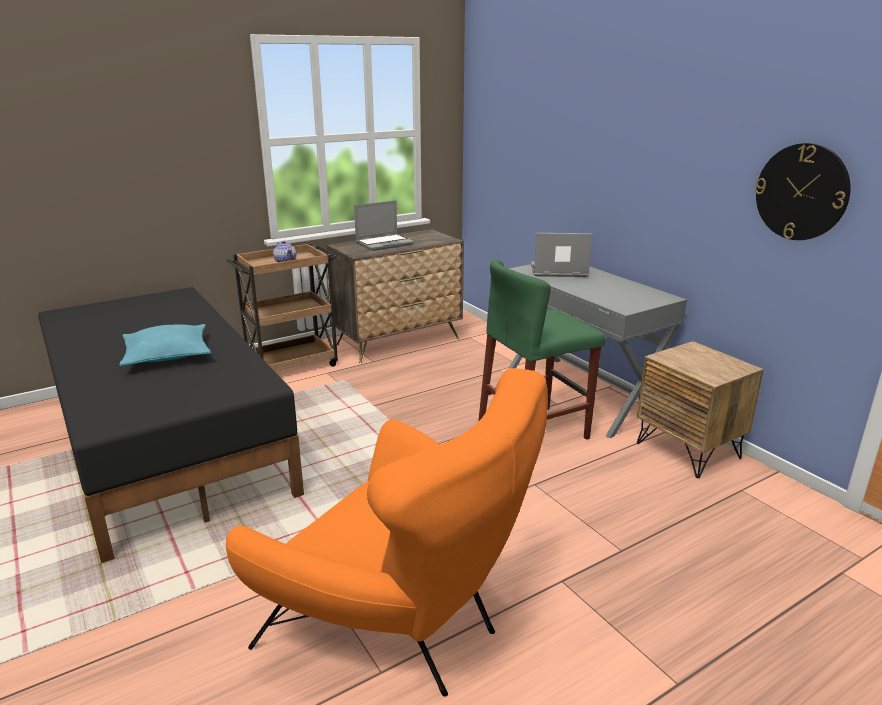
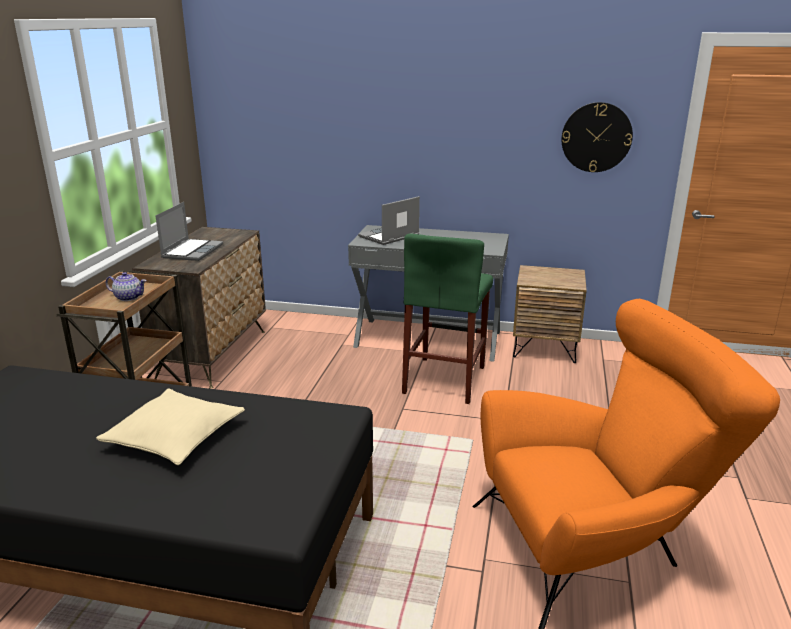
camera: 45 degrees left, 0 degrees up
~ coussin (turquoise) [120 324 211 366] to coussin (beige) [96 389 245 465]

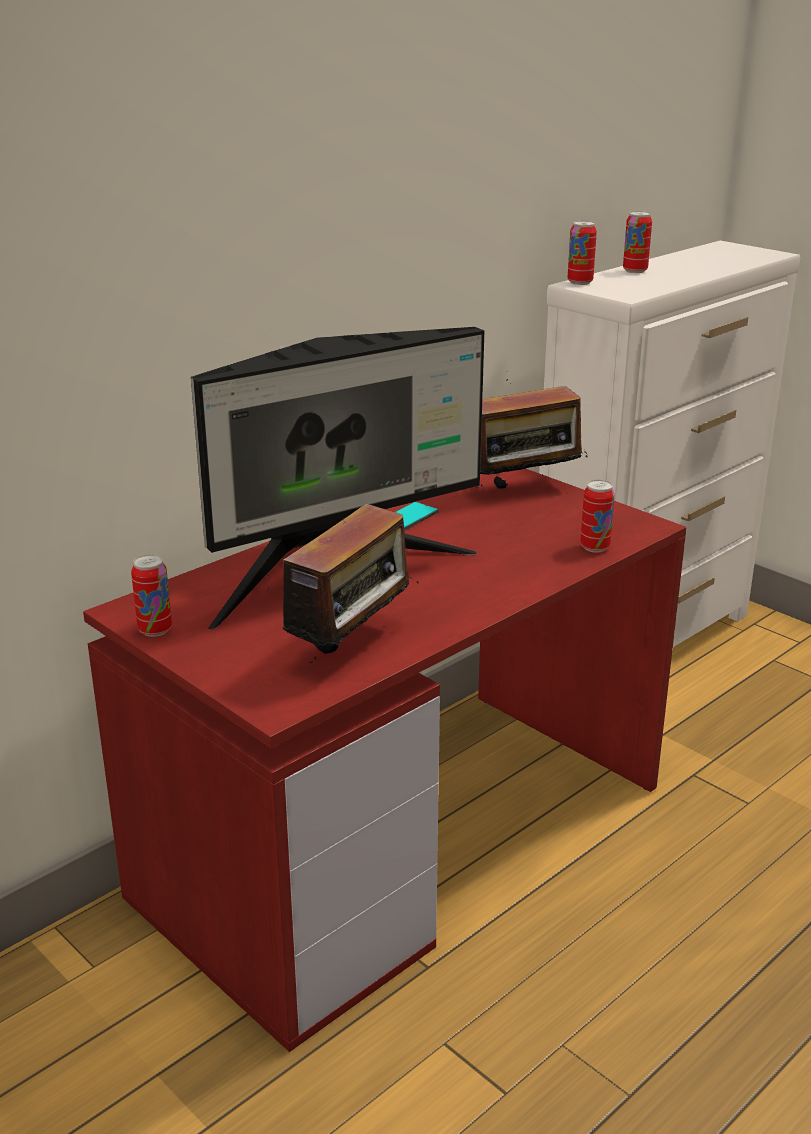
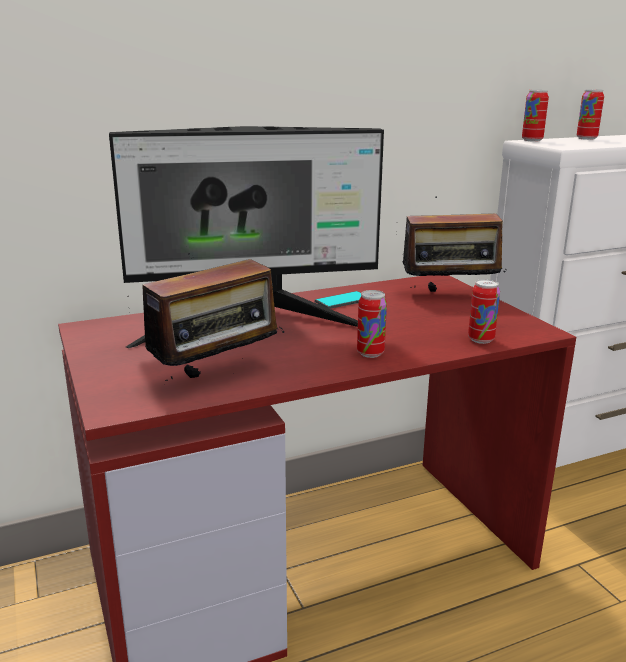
camera: 20 degrees right, 5 degrees down
~ boîte métallique [131 554 172 637] to [357 290 387 358]

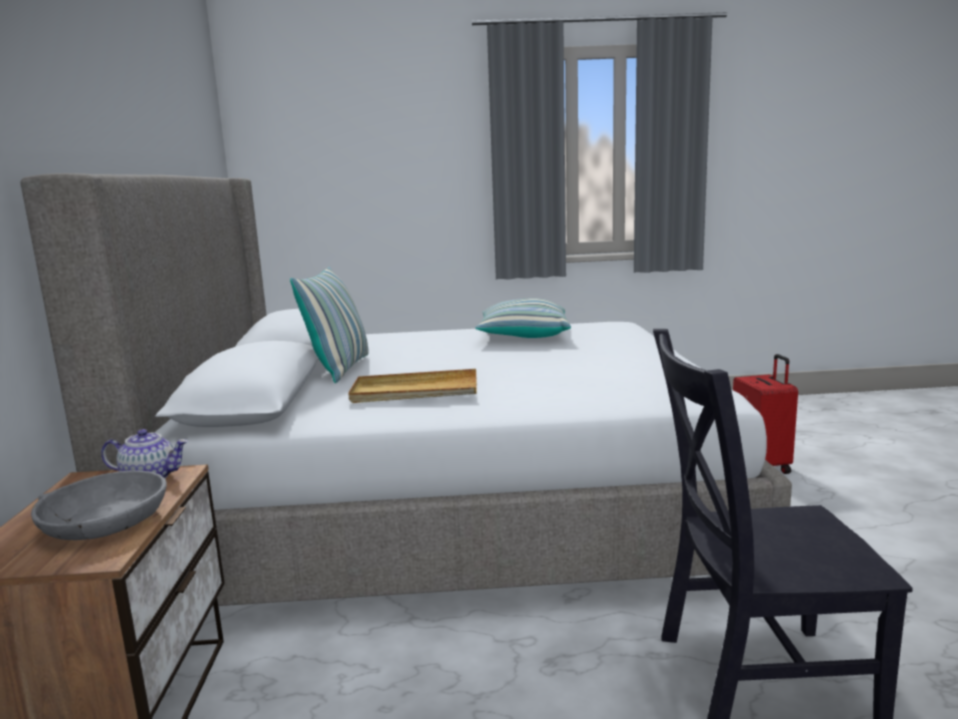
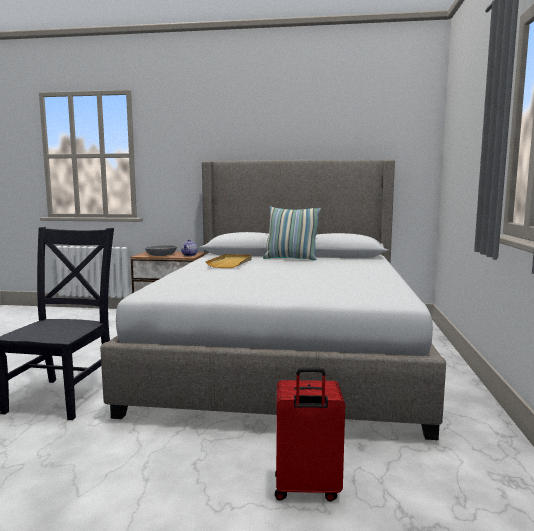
camera: 100 degrees right, 5 degrees down
- coussin [475 298 571 338]

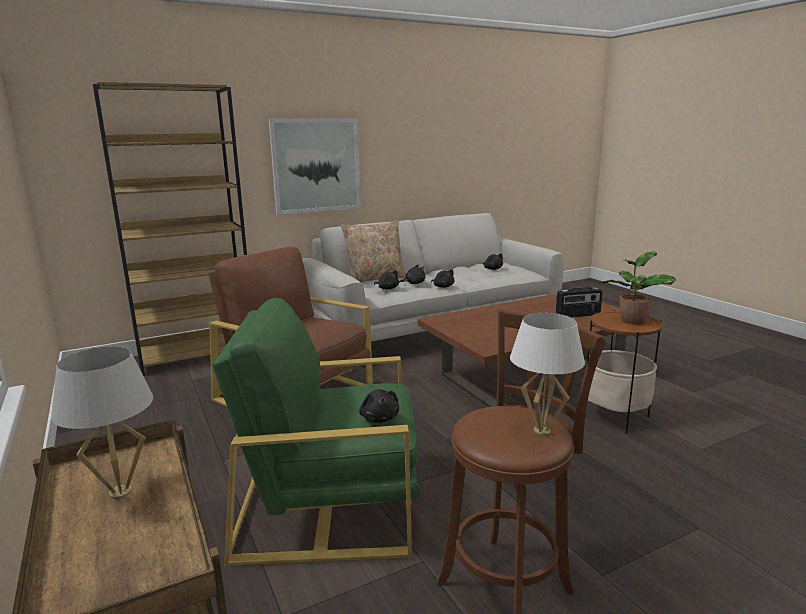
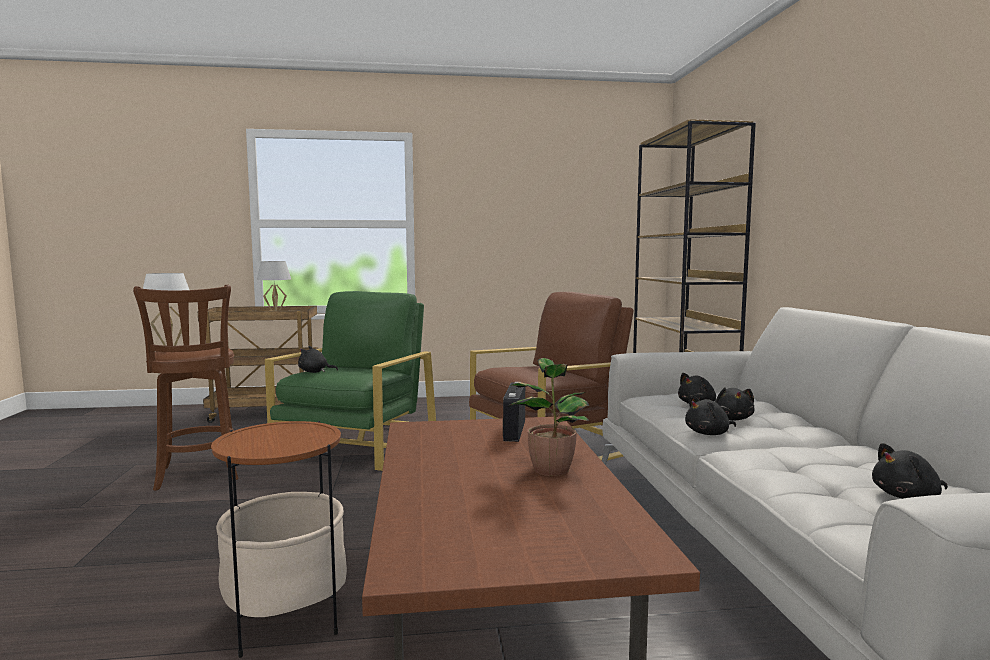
camera: 110 degrees right, 10 degrees down
- tableau [269 119 361 215]
- coussin (beige) [341 220 406 282]
~ radio [556 287 603 317] to [503 382 525 442]
~ plante en pot [601 252 676 325] to [508 358 589 476]

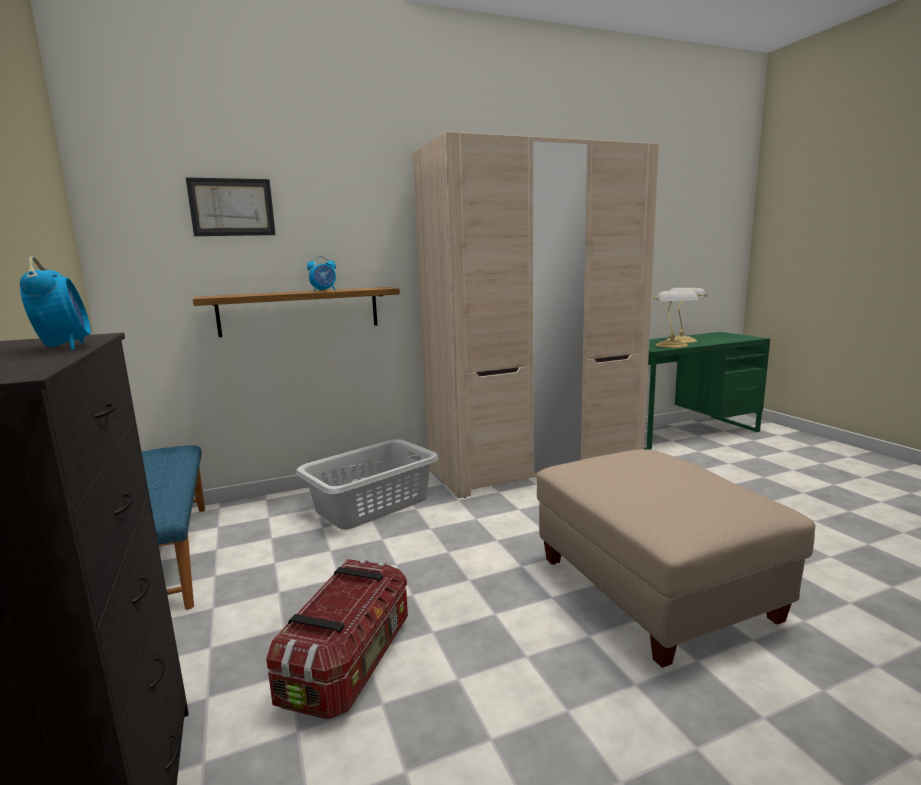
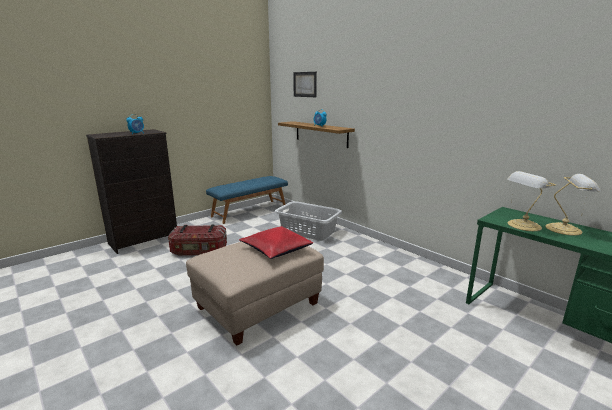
camera: 70 degrees right, 5 degrees up
- armoire (beige) [413 132 659 498]
+ coussin (rouge) [239 226 313 259]

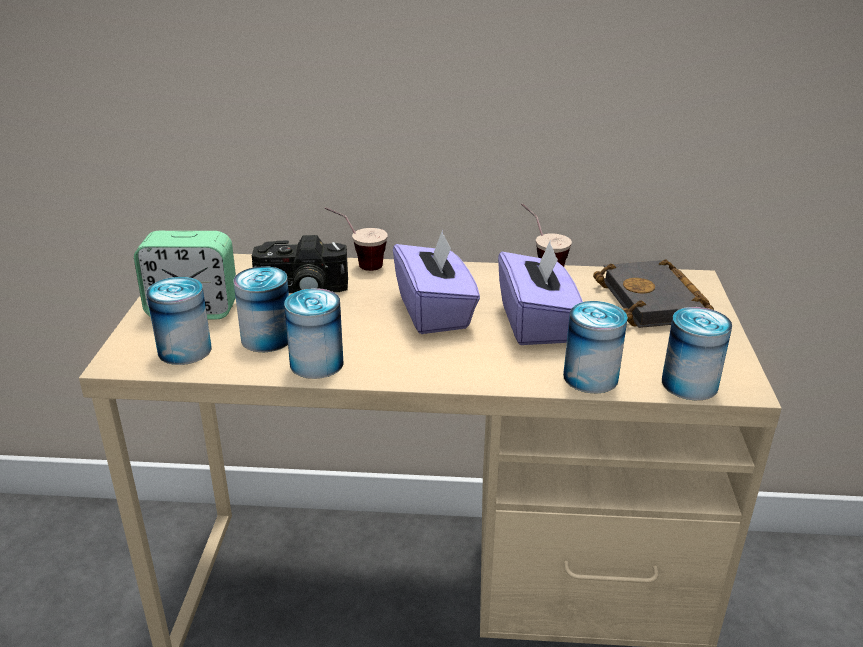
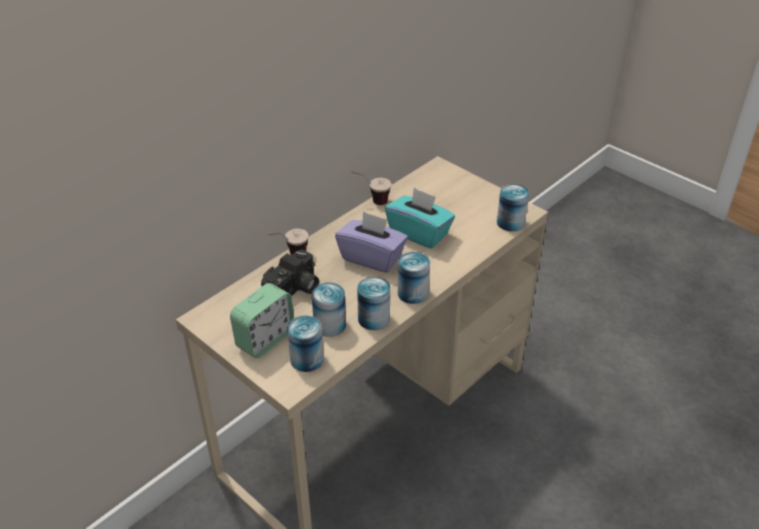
camera: 50 degrees left, 10 degrees up
- livre (noir) [593 259 714 328]
~ boîte métallique [563 301 628 393] to [398 252 430 304]
~ boîte à mouchoirs (violet) [498 240 583 345] to boîte à mouchoirs (turquoise) [385 188 455 249]

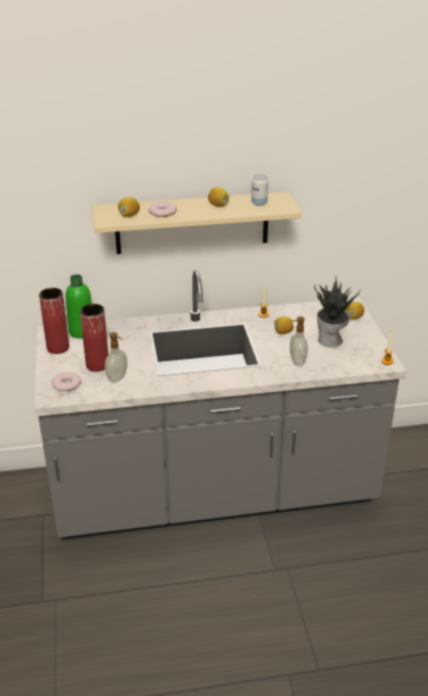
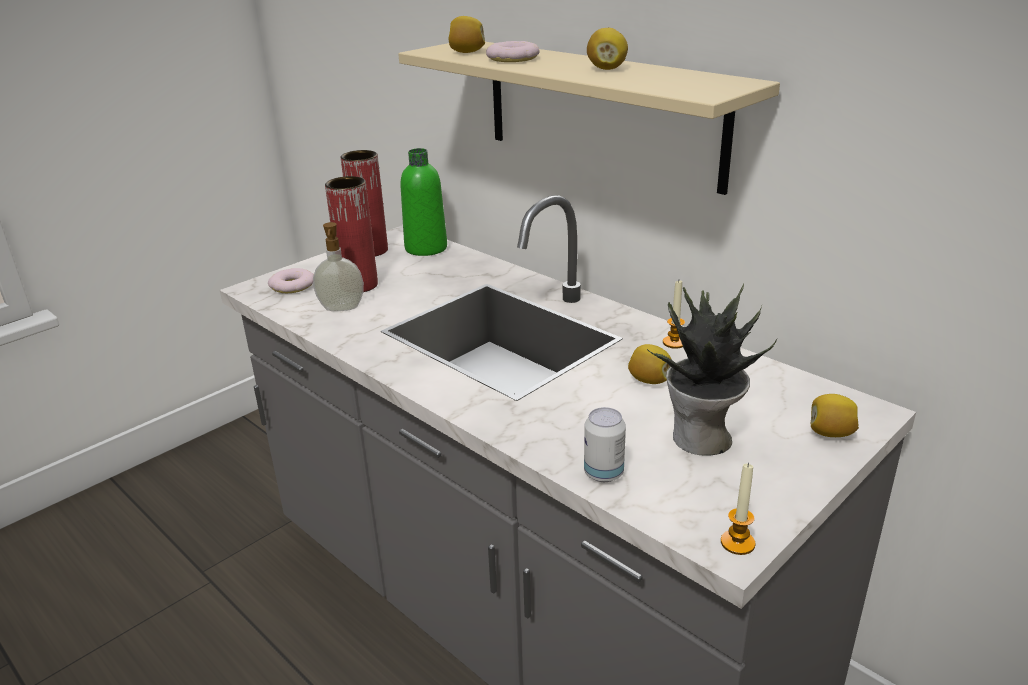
camera: 55 degrees right, 5 degrees down
- distributeur de savon [290 317 308 366]
~ boîte métallique [251 175 268 206] to [584 407 626 482]

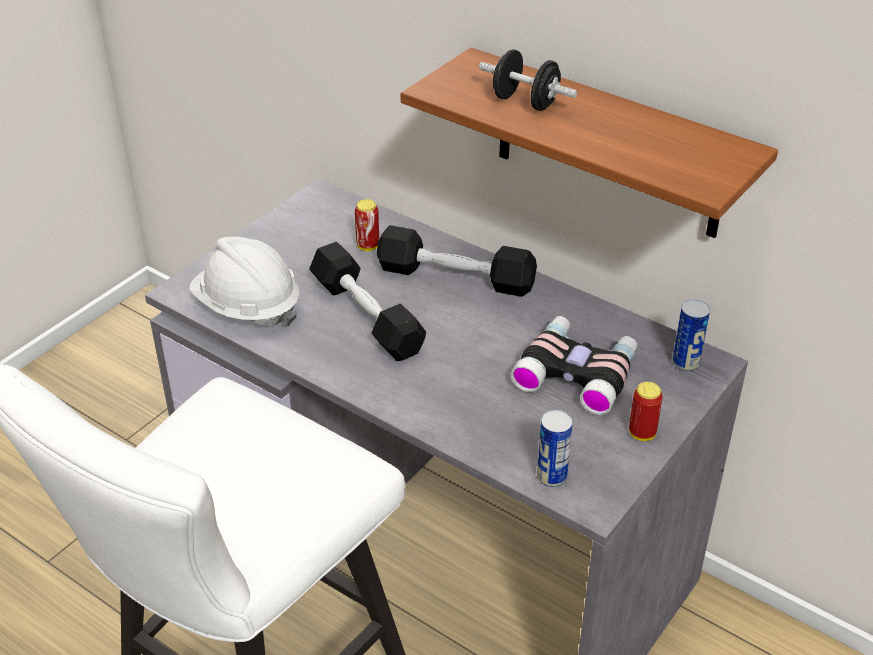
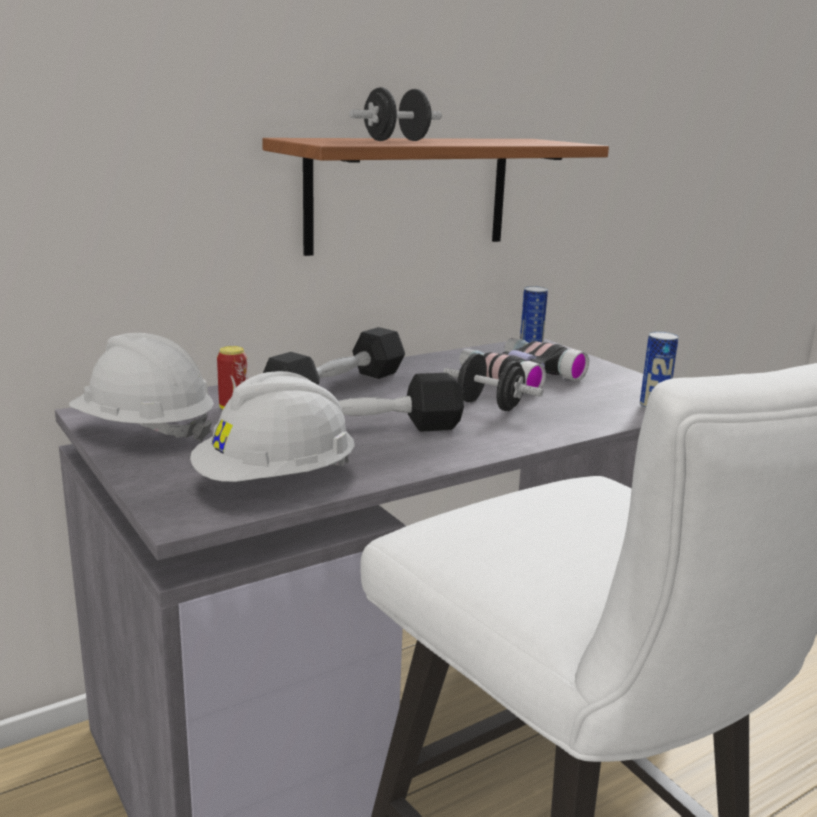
camera: 70 degrees left, 20 degrees down
- boîte métallique [629 382 663 441]
+ casque de chantier (blanc) [69 333 214 442]
+ haltère (noir) [443 353 543 411]

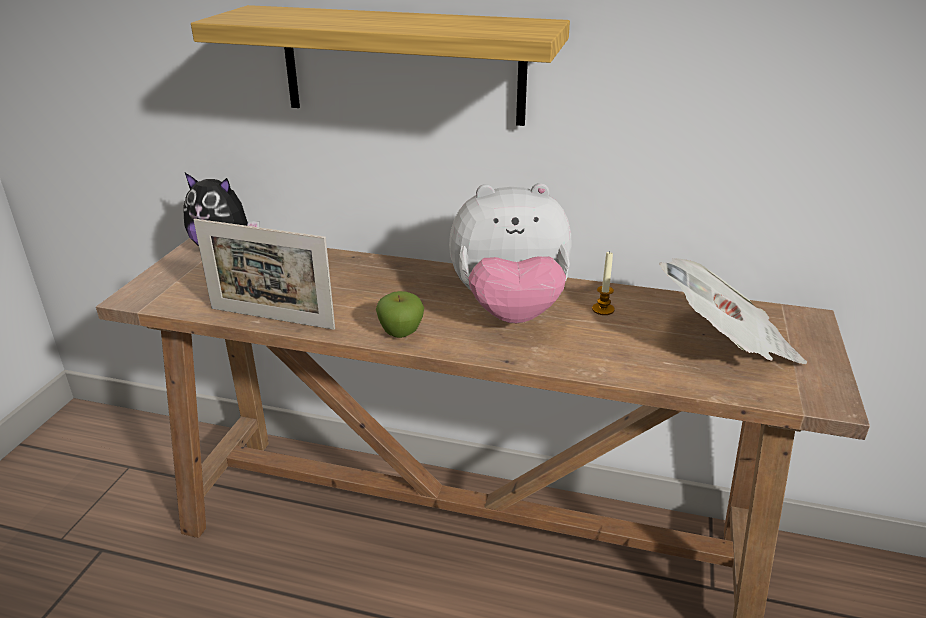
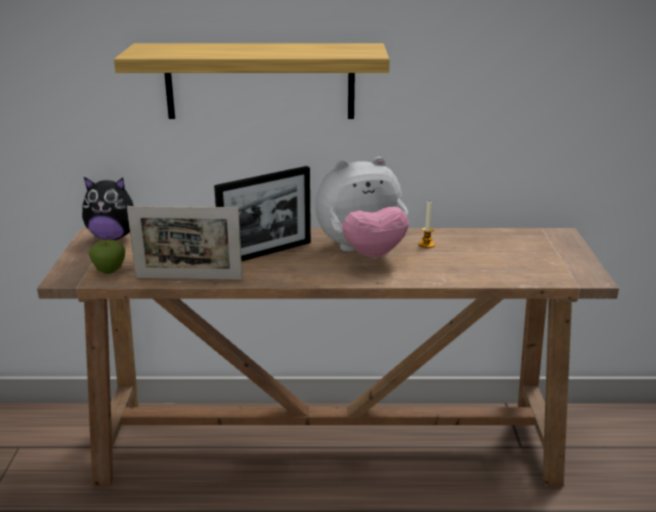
camera: 15 degrees left, 5 degrees down
- journal [659 258 807 364]
+ cadre photo [214 166 311 261]
~ pomme [376 291 424 338] to [89 240 125 274]

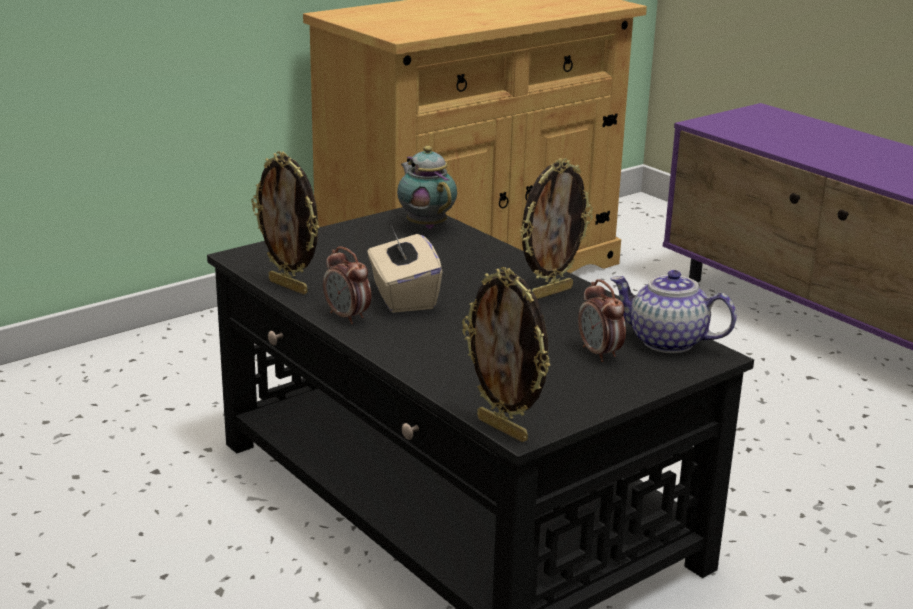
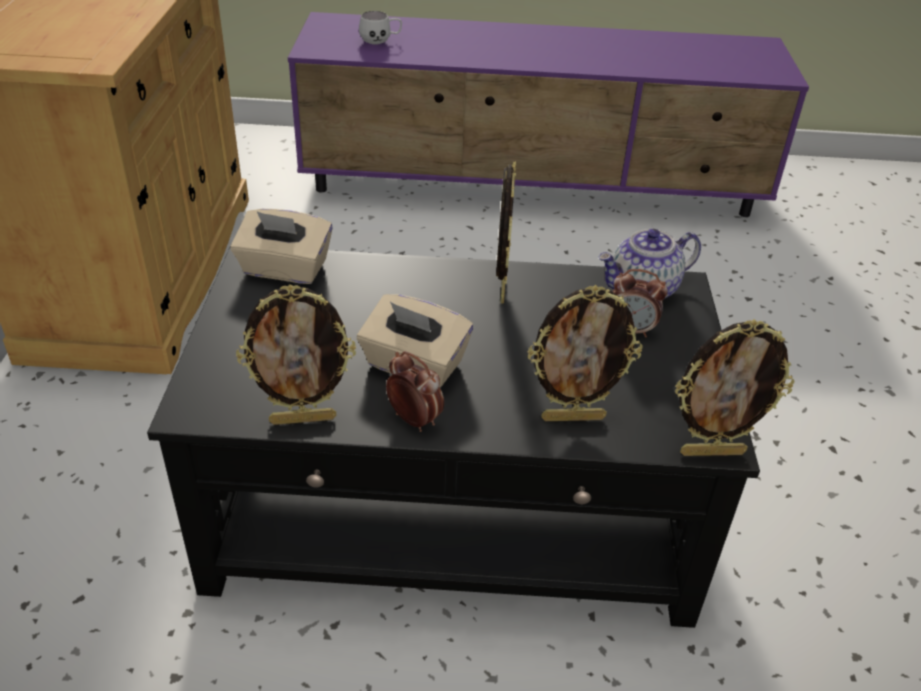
camera: 50 degrees left, 15 degrees up
+ mug (blanc) [359 11 402 45]
+ cadre photo [528 285 643 421]
~ théière [397 146 457 229] to boîte à mouchoirs (beige) [230 209 333 284]
~ réveil [323 247 371 324] = [386 351 444 432] 135 degrees counterclockwise

